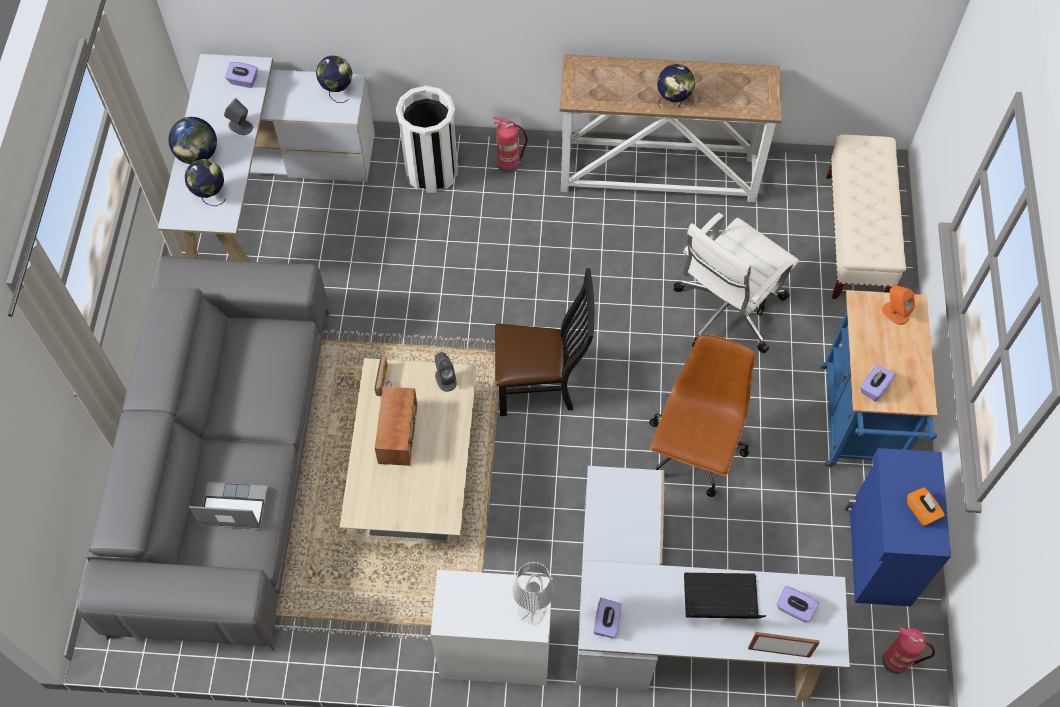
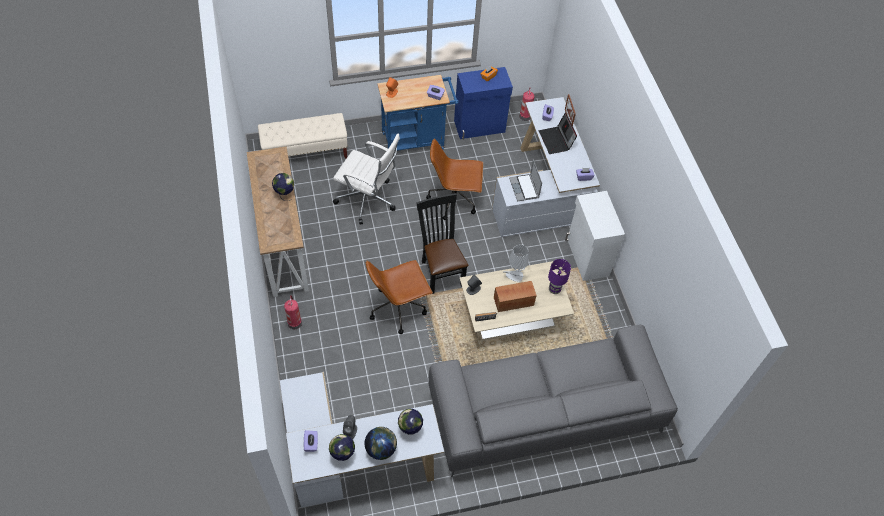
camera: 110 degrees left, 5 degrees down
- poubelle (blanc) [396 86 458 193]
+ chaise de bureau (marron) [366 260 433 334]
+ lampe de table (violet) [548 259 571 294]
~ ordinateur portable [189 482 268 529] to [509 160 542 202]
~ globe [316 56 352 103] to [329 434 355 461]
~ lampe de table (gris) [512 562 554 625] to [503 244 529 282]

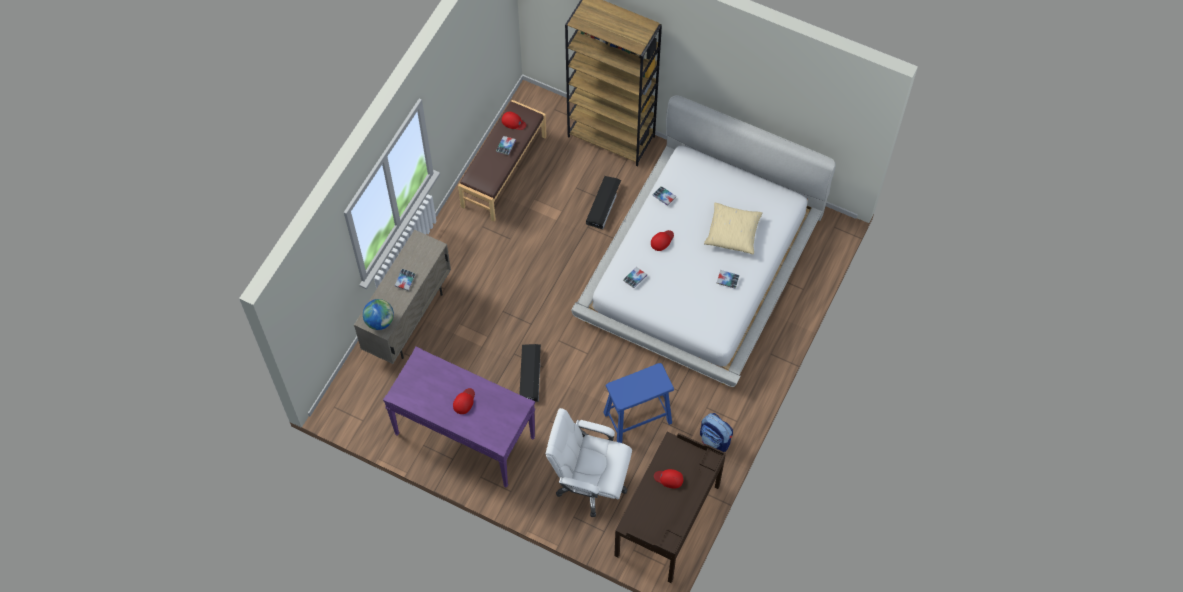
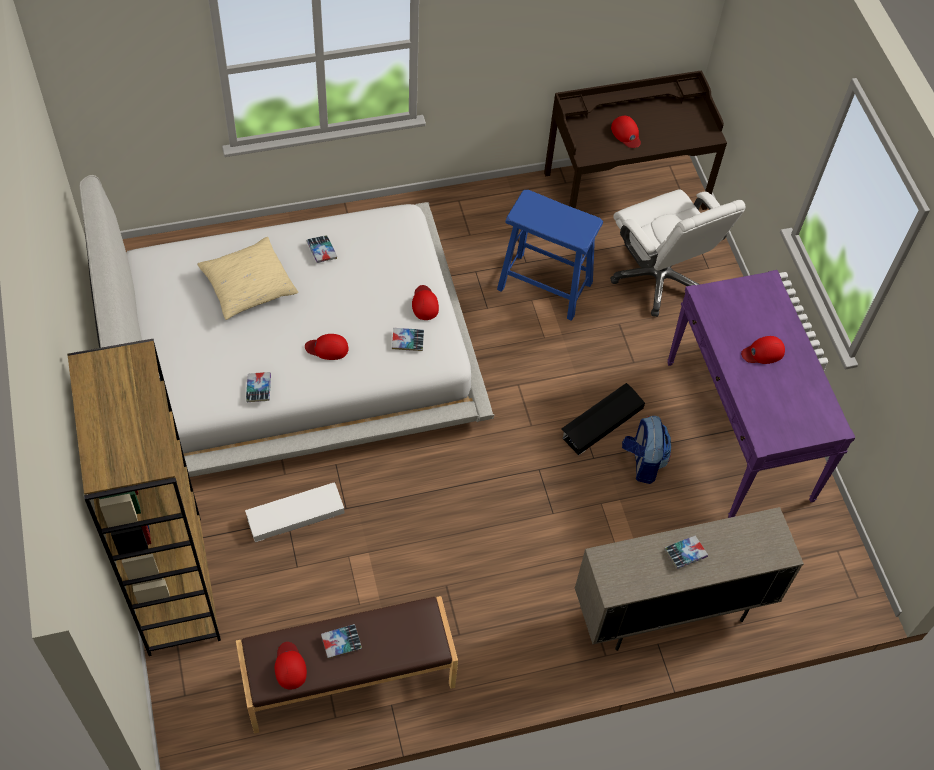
camera: 135 degrees left, 5 degrees down
- globe [363 299 394 330]
+ casquette (rouge) [412 285 439 320]
~ sac à dos [700 413 733 452] to [622 416 671 484]
~ boîte de rangement (noir) [586 176 621 230] to boîte de rangement (blanc) [245 482 345 542]

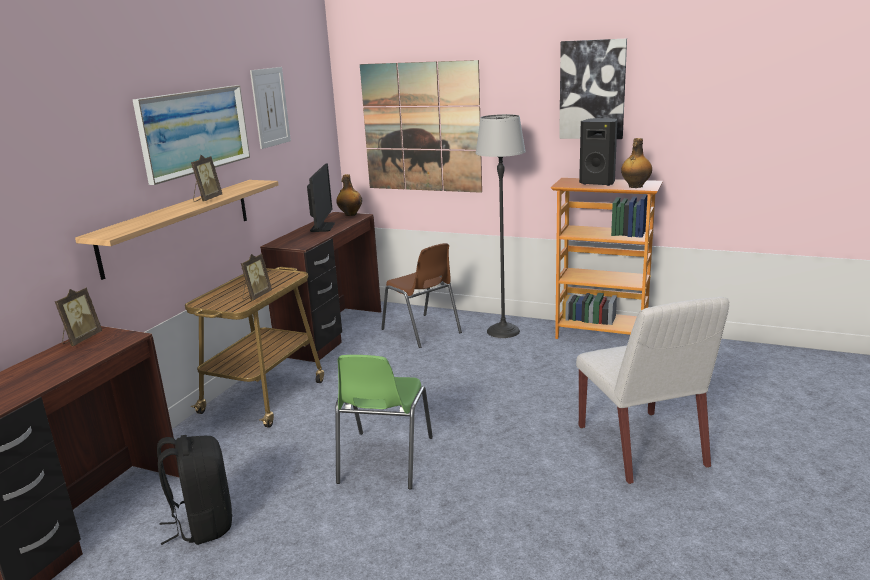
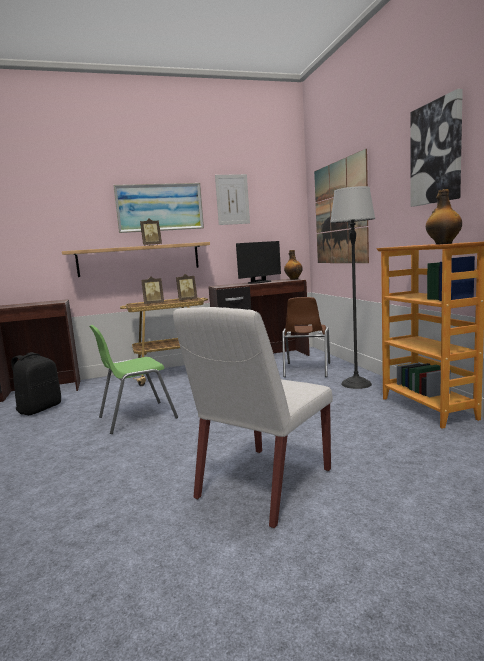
camera: 50 degrees right, 10 degrees down
- enceinte (noir) [579 118 617 186]
~ cadre photo [55 288 102 346] to [176 274 197 301]

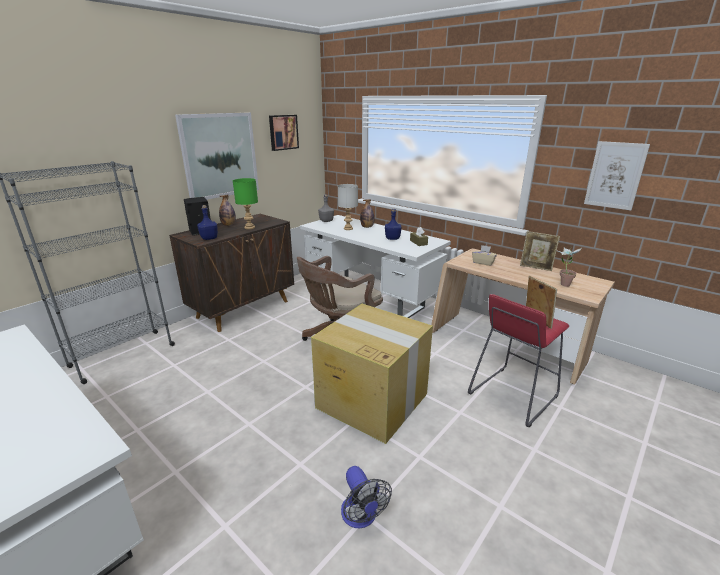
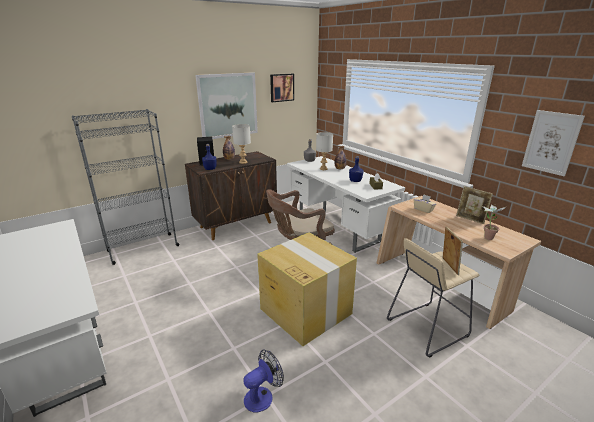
camera: 15 degrees right, 0 degrees up
~ lampe de table (vert) [233 178 258 229] to lampe de table (gris) [232 124 251 164]
~ tabouret (rouge) [468 294 569 428] to tabouret (beige) [387 238 479 358]
~ ventilateur [341 466 392 528] = [243 350 284 412] 120 degrees counterclockwise

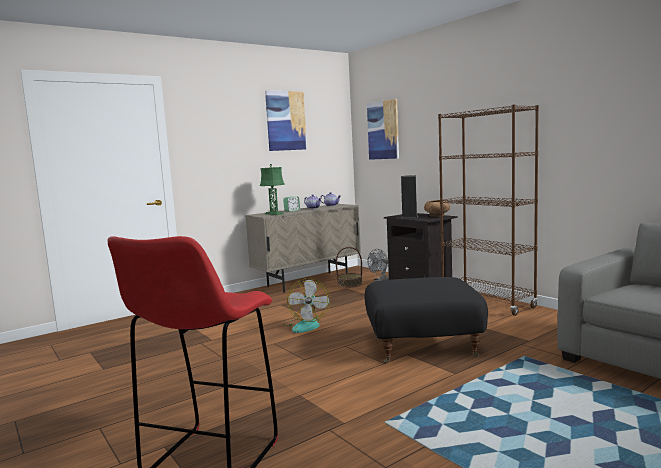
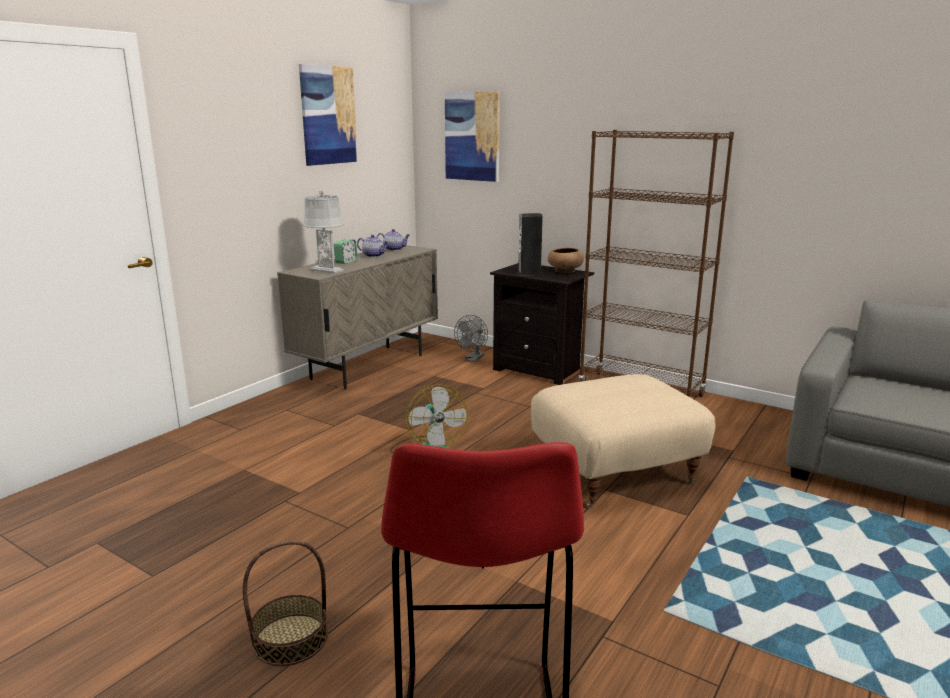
camera: 20 degrees left, 10 degrees up
~ panier [336 247 362 287] to [243 540 328 666]
~ lampe de table (vert) [260 164 285 215] to lampe de table (gris) [303 191 344 274]
~ pouf (noir) [365 277 488 363] to pouf (beige) [531 374 716 508]

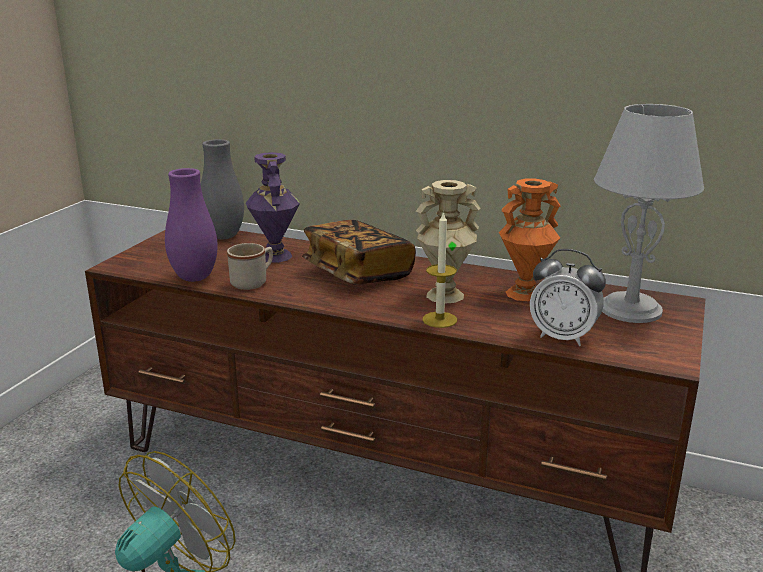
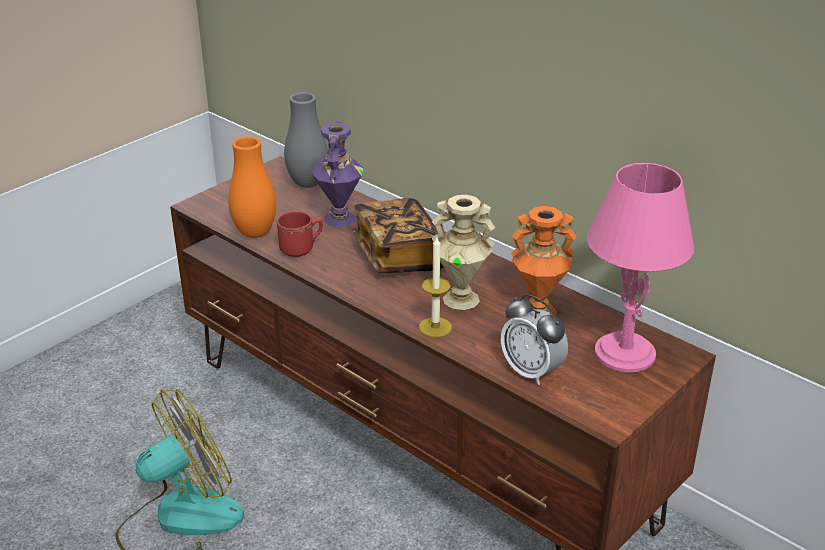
camera: 20 degrees right, 10 degrees up
~ vase (violet) [165 168 218 282] to vase (orange) [228 136 276 238]
~ mug (beige) [227 243 273 290] to mug (rouge) [277 211 323 257]
~ lampe de table (gris) [594 104 704 323] to lampe de table (rose) [587 163 694 372]

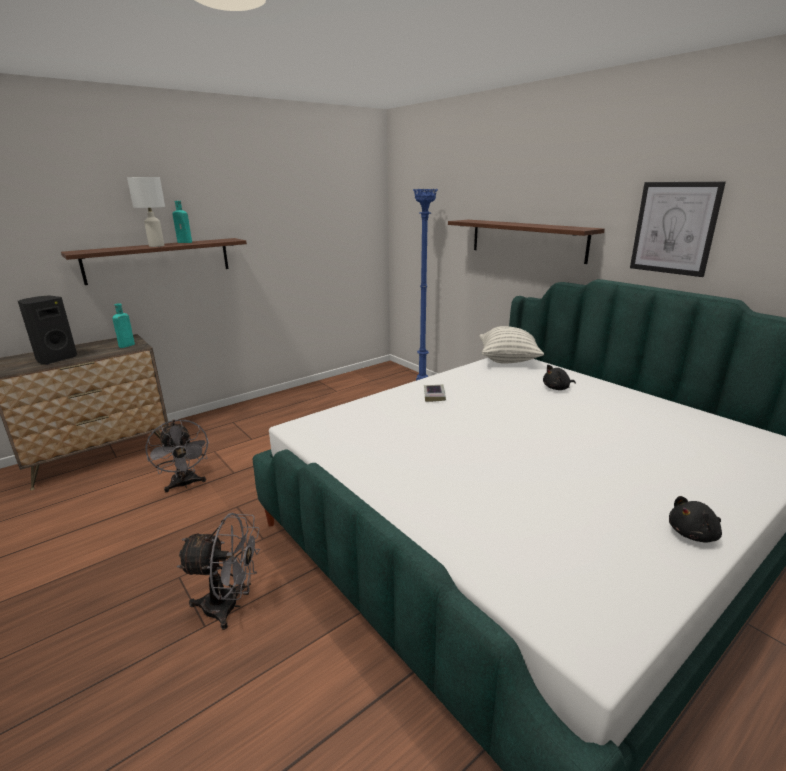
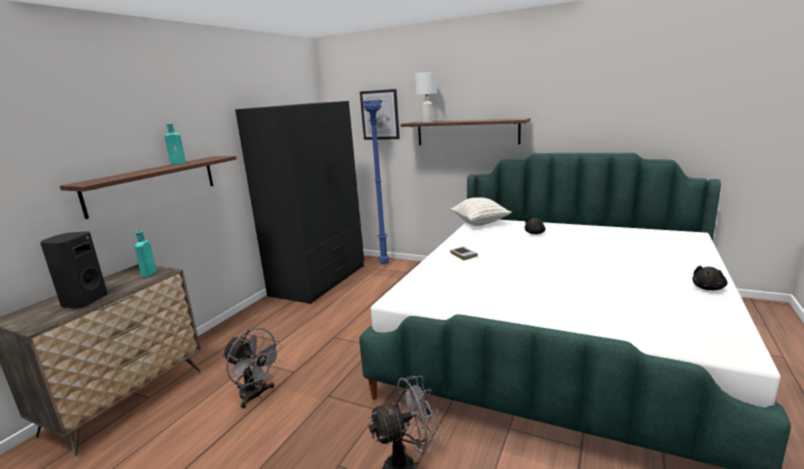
camera: 25 degrees left, 5 degrees down
+ armoire (noir) [235 101 364 304]
~ lampe de table (blanc) [127 177 165 247] to [415 72 437 123]
~ tableau [630 182 726 277] to [360 89 400 140]

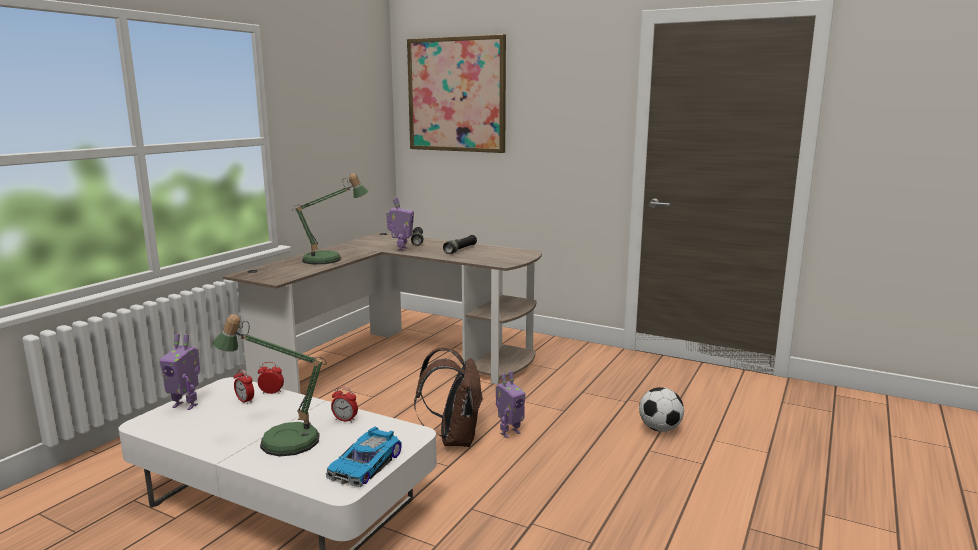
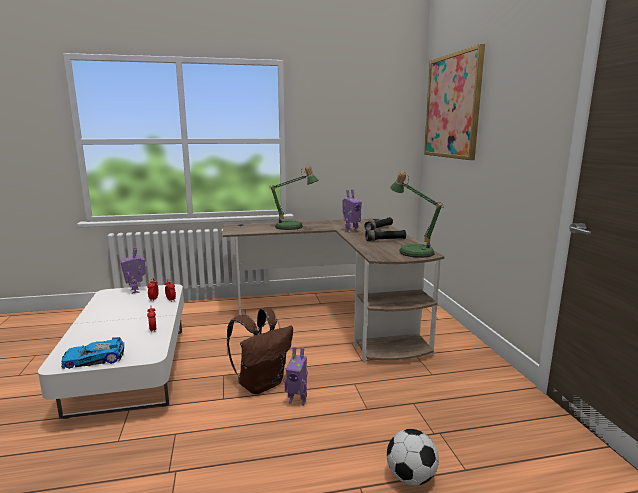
camera: 50 degrees right, 0 degrees up
~ lampe de table [213 314 326 457] to [390 171 443 258]

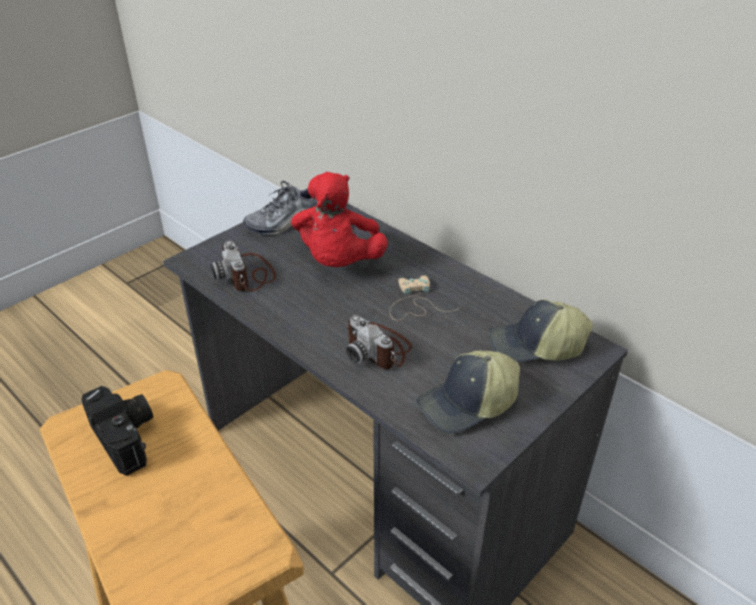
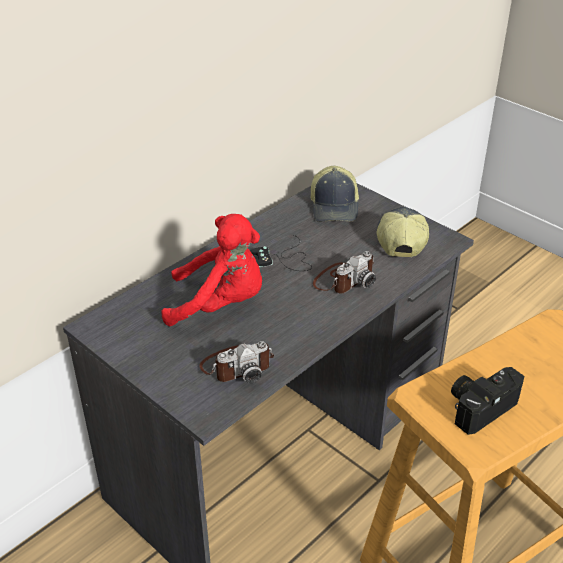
camera: 90 degrees left, 0 degrees up
- chaussure [243 181 317 236]
~ manette (beige) [390 275 461 320] to manette (noir) [251 235 312 271]
~ casquette [416 350 520 434] = [376 207 429 257] 150 degrees counterclockwise

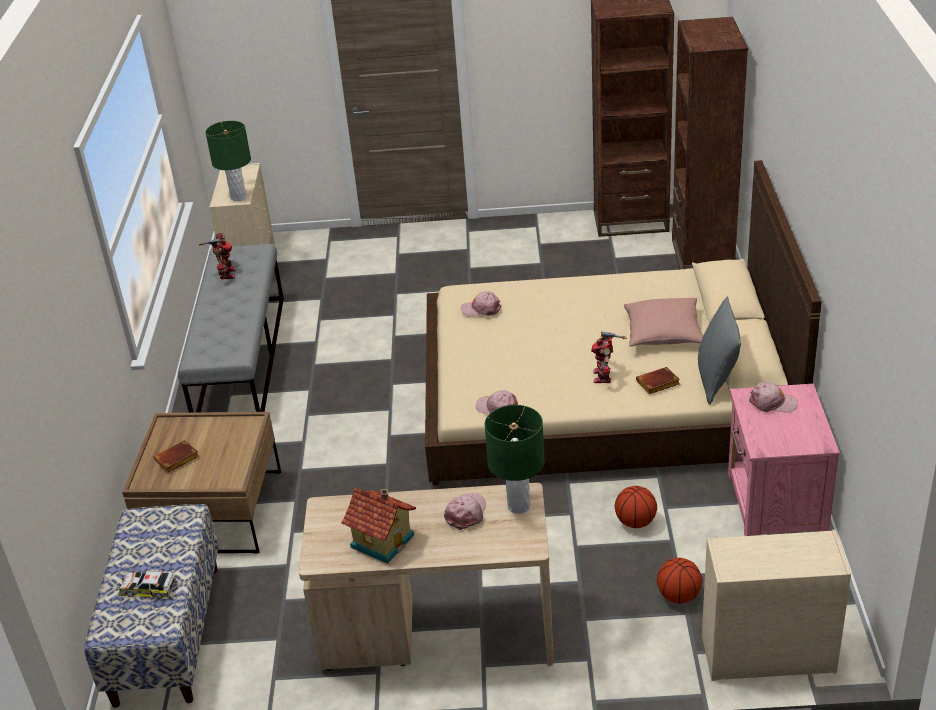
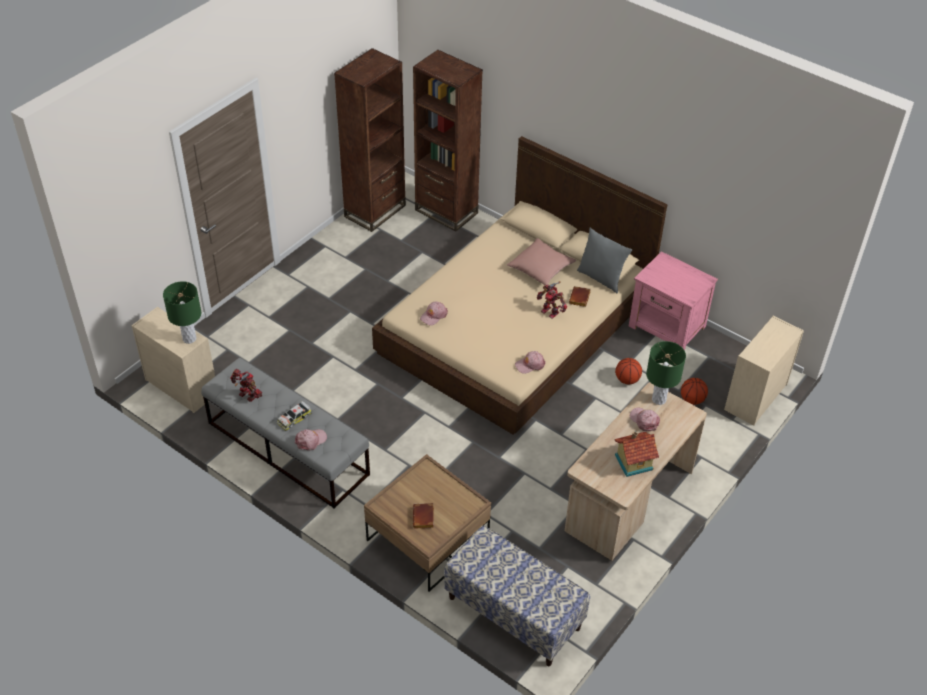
camera: 55 degrees left, 10 degrees up
~ petite voiture [118 571 176 599] to [277 400 312 431]
~ casquette (rose) [749 382 798 412] to [295 429 327 451]

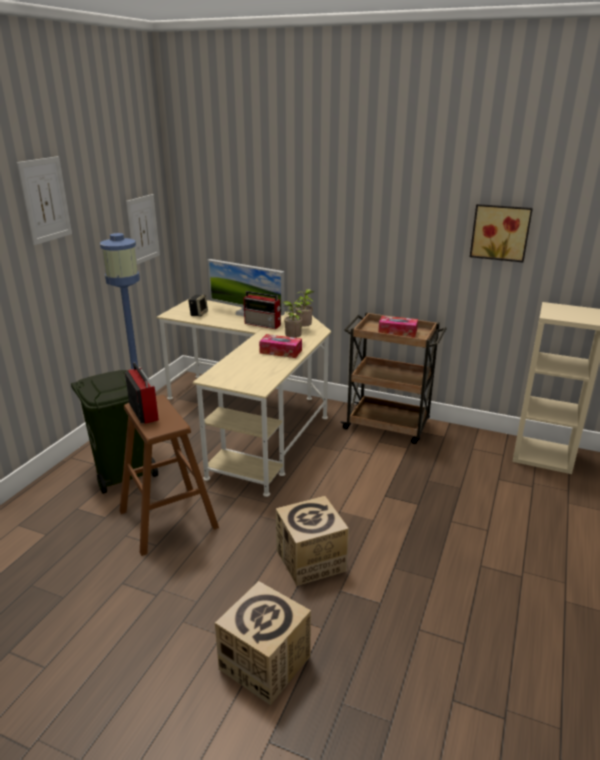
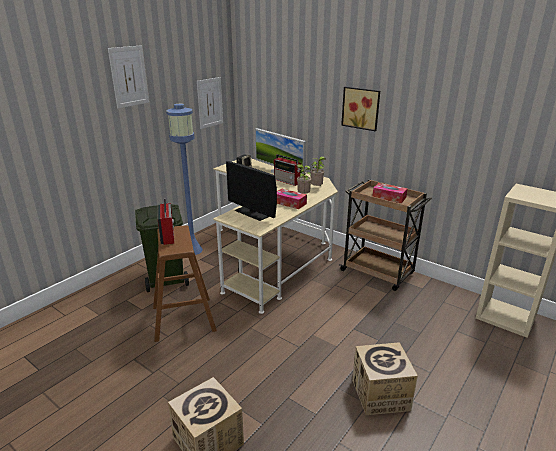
camera: 15 degrees right, 0 degrees up
+ écran d'ordinateur [226 161 277 221]
~ carton [276 496 349 586] to [352 342 418 415]
~ tableau [470 204 533 262] to [341 87 380 131]

